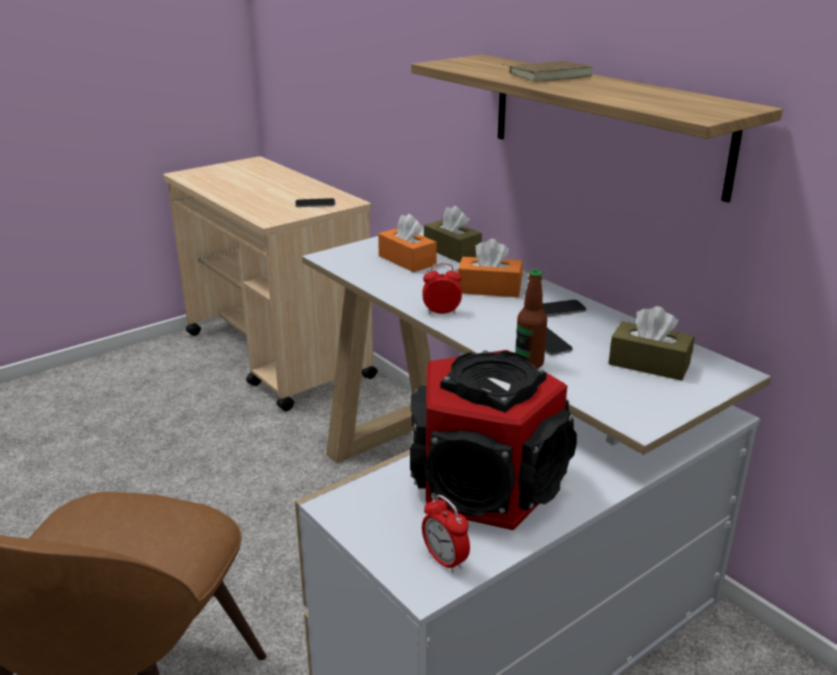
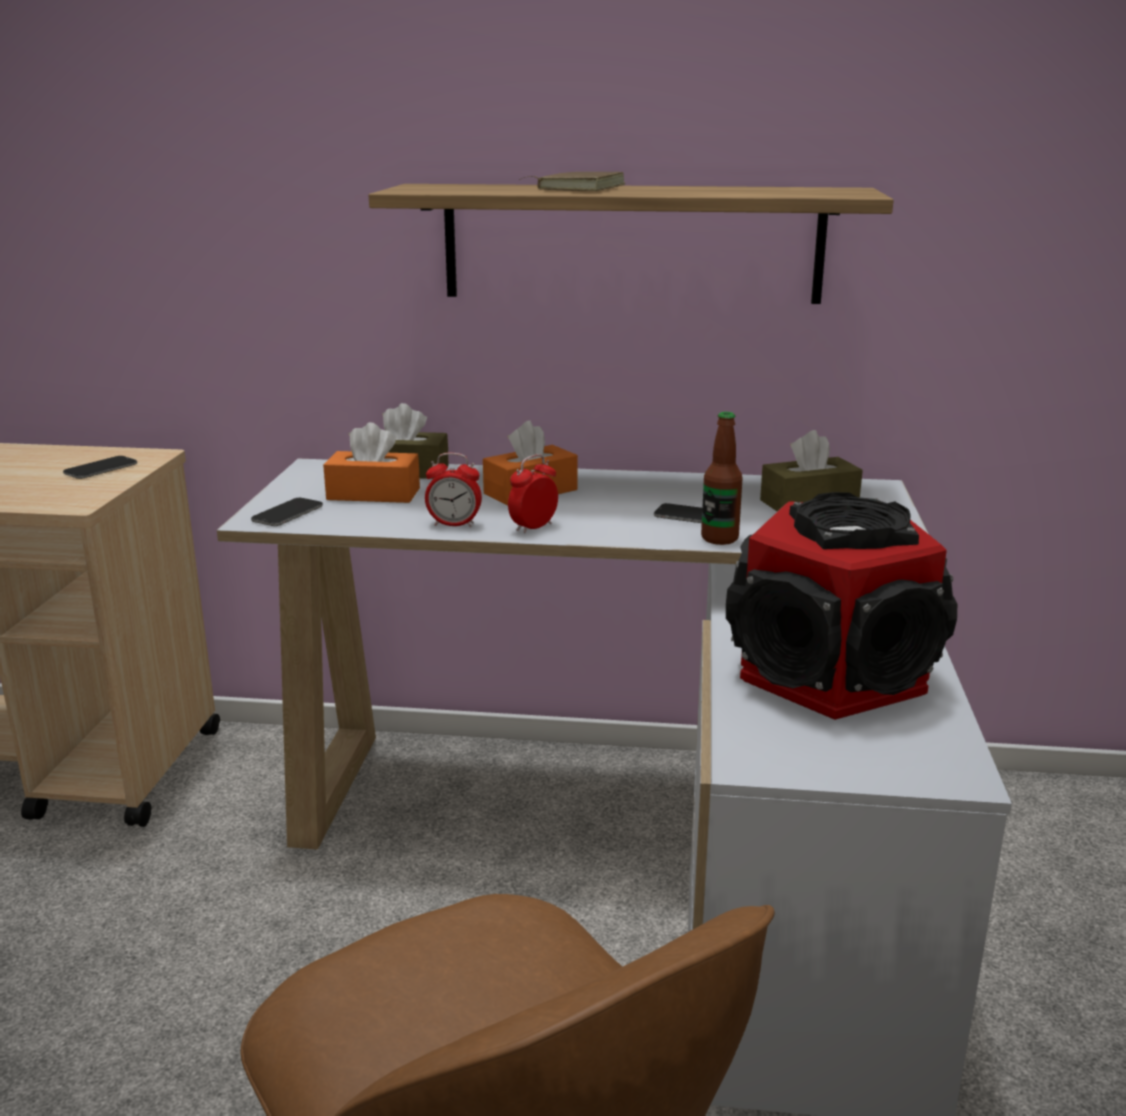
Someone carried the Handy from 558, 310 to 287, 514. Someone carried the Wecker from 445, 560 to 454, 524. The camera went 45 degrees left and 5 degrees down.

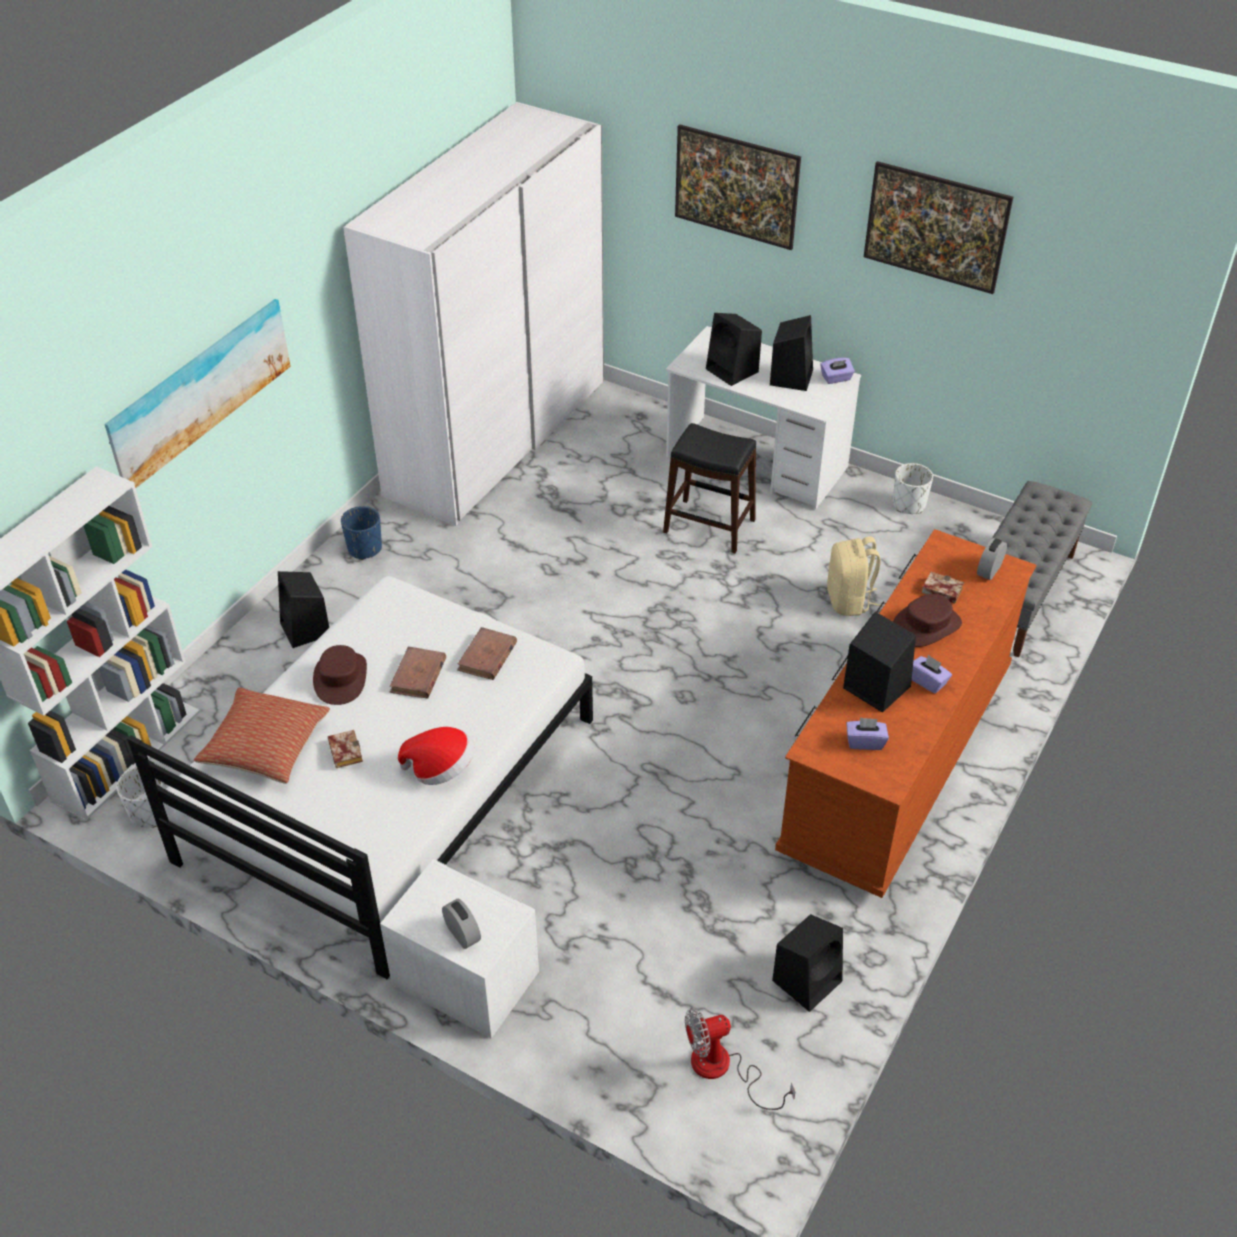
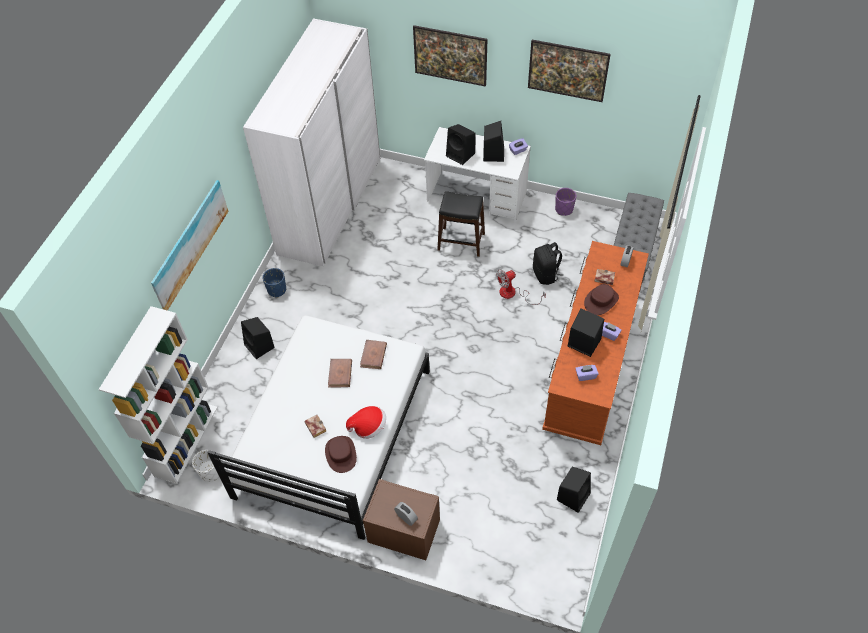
Someone carried the Hut (braun) from 340, 678 to 340, 454. Someone repainted the Nachttisch (weiß) at 465, 977, which became the Nachttisch (braun) at 403, 530. Someone carried the Ventilator from 723, 1069 to 513, 294. Someone repainted the Rucksack (beige) at 849, 601, which became the Rucksack (schwarz) at 546, 275. Someone repainted the Pflanzkübel (weiß) at 908, 504, which became the Pflanzkübel (lila) at 564, 209. Someone took away the Kissen at 265, 746. The camera went 10 degrees left and 10 degrees up.

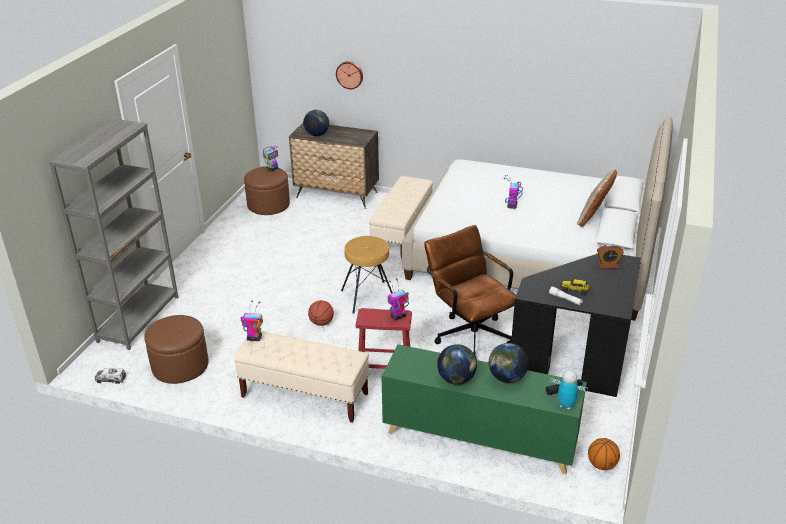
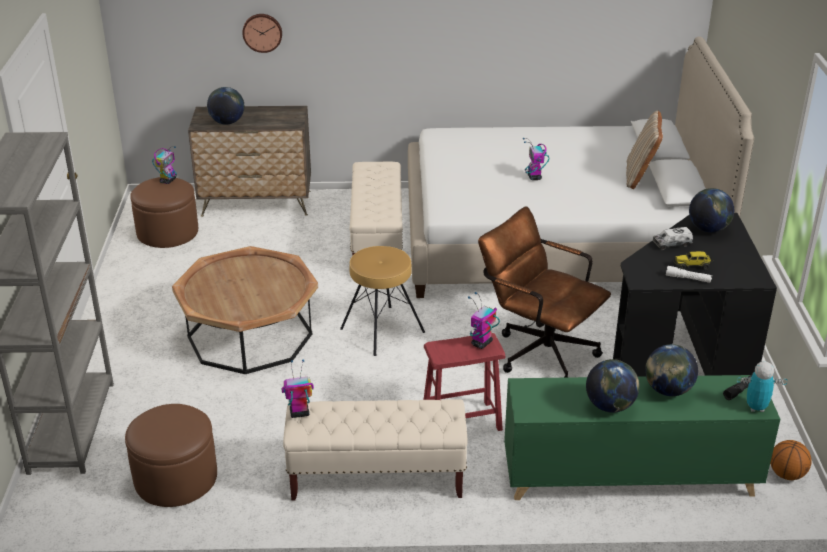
Someone put down the Couchtisch (braun) at 250, 336. Someone carried the Spielzeuglaster from 111, 379 to 672, 244. Someone swapped the Wecker at 608, 266 for the Globus at 708, 229. Someone took away the Basketball at 321, 323. The camera went 20 degrees left and 0 degrees up.

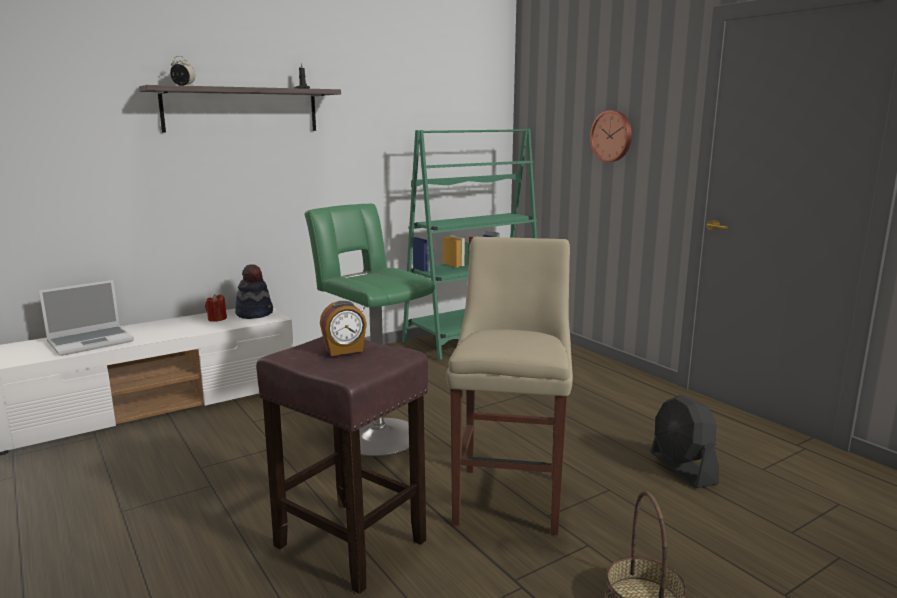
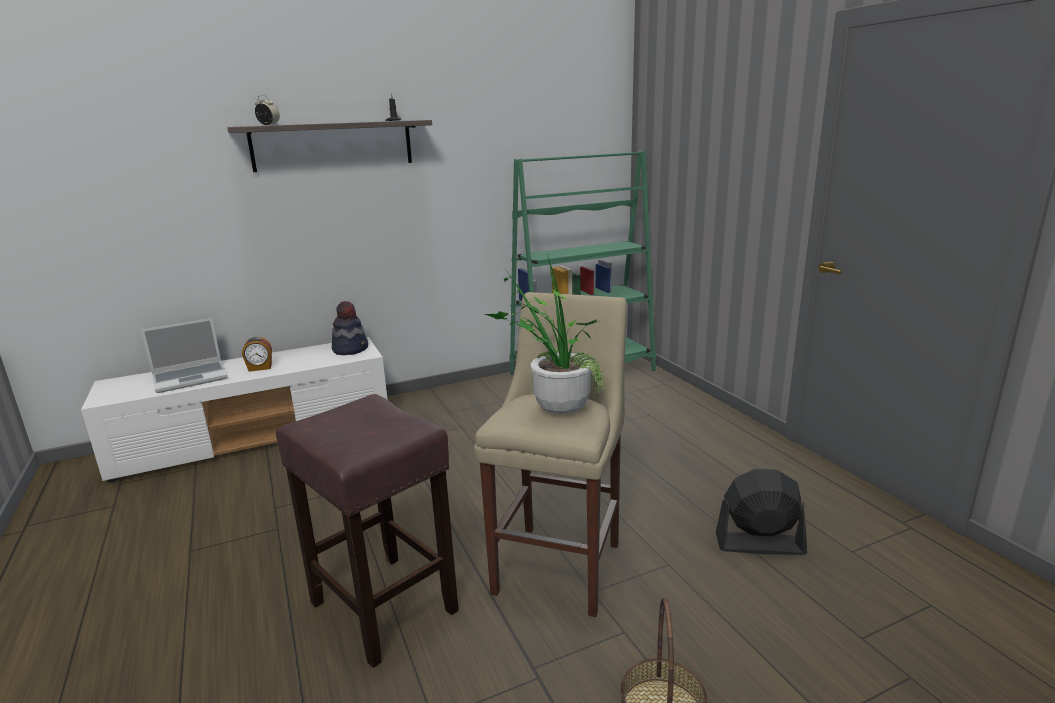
Someone carried the Wecker from 344, 350 to 260, 368. Someone put down the Topfpflanze at 552, 406. Someone rotated the Ventilator (schwarz) at 683, 468 by 105 degrees clockwise. Someone took away the Kerze (rot) at 217, 319. Someone took away the Hocker (grün) at 375, 434. Someone took away the Wanduhr at 612, 136. The camera went 10 degrees right and 5 degrees up.

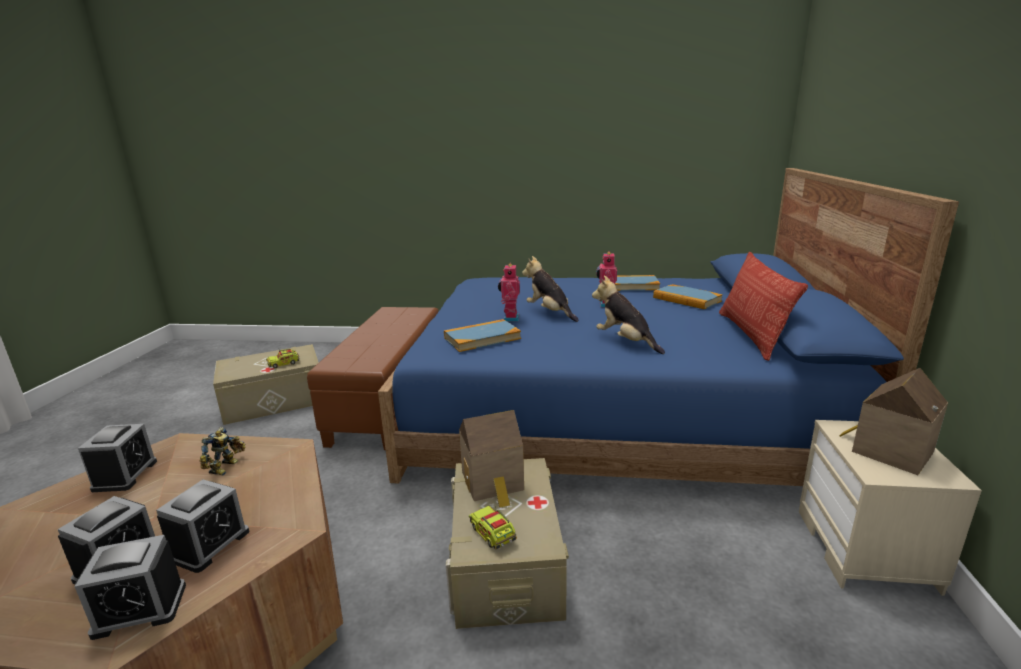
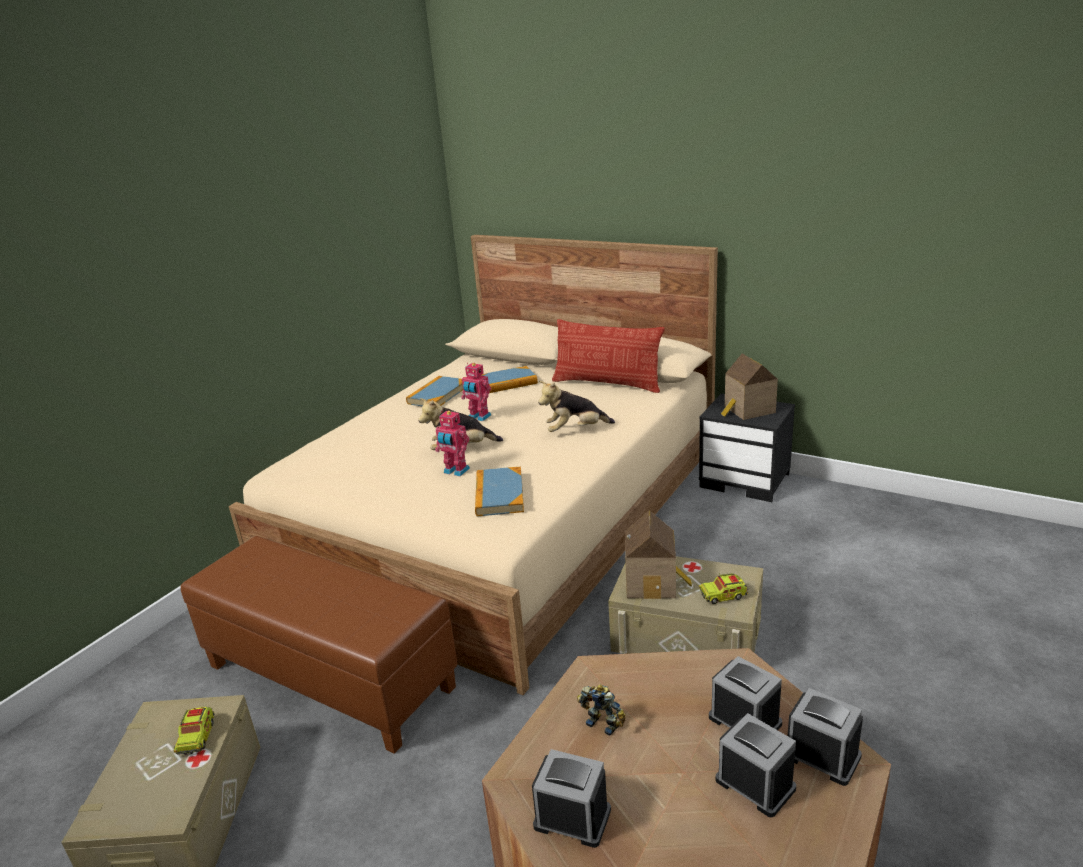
Someone repainted the Bett (blau) at 614, 411, which became the Bett (beige) at 507, 518. Someone repainted the Nachttisch (beige) at 867, 550, which became the Nachttisch (schwarz) at 746, 480. Someone rotated the Wecker at 140, 610 by 60 degrees counterclockwise. The camera went 65 degrees left and 5 degrees up.

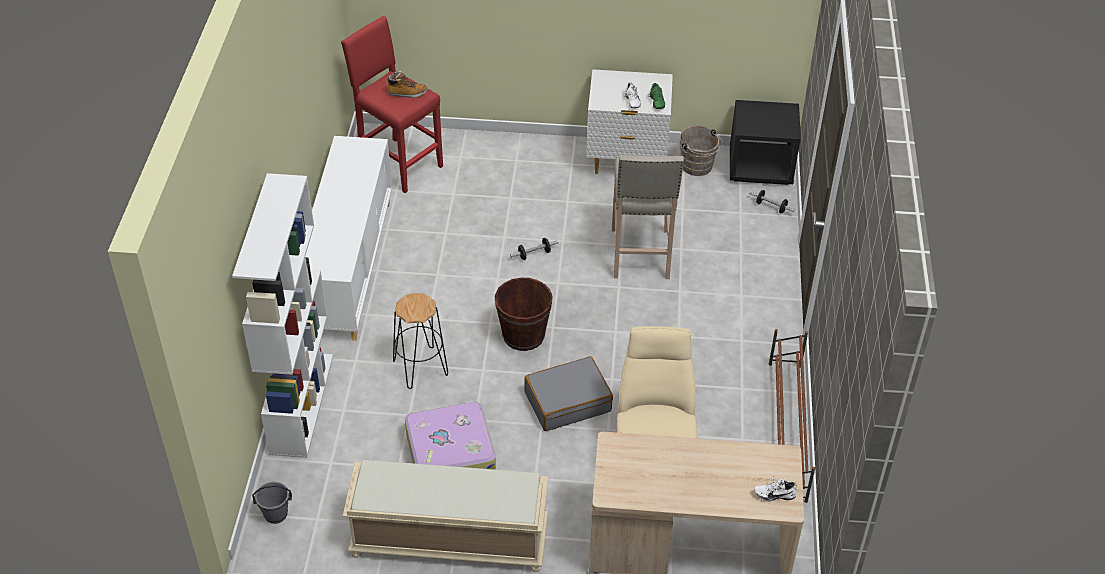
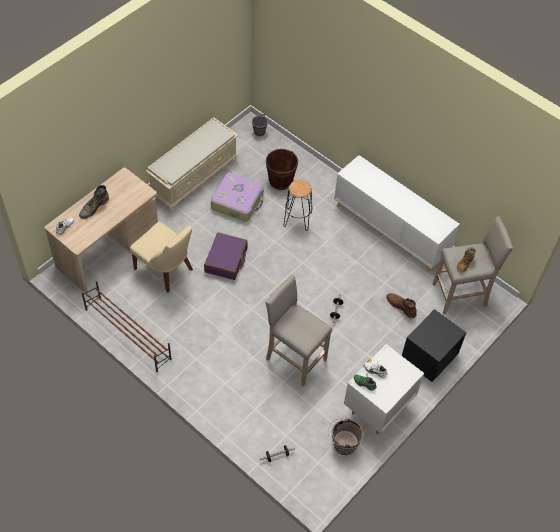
Someone put down the Stiefel (grün) at 94, 207. Someone repainted the Koffer (grau) at 567, 401, which became the Koffer (lila) at 226, 260. Someone carried the Eimer (braun) from 523, 335 to 280, 181. Someone put down the Stiefel (braun) at 401, 306. Someone carried the Nachttisch (schwarz) from 760, 167 to 429, 357. Someone repainted the Hocker (rot) at 399, 164, which became the Hocker (beige) at 461, 295. Someone took away the Bücherregal (weiß) at 301, 403. The camera went 125 degrees right and 10 degrees up.

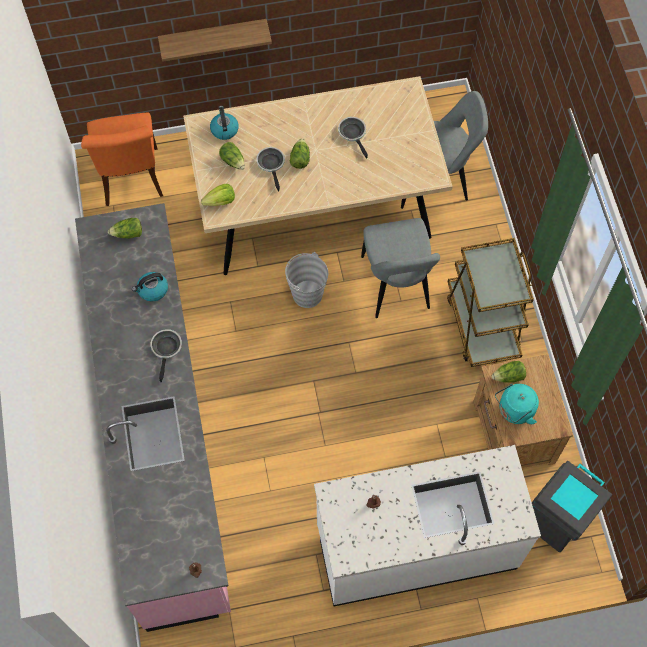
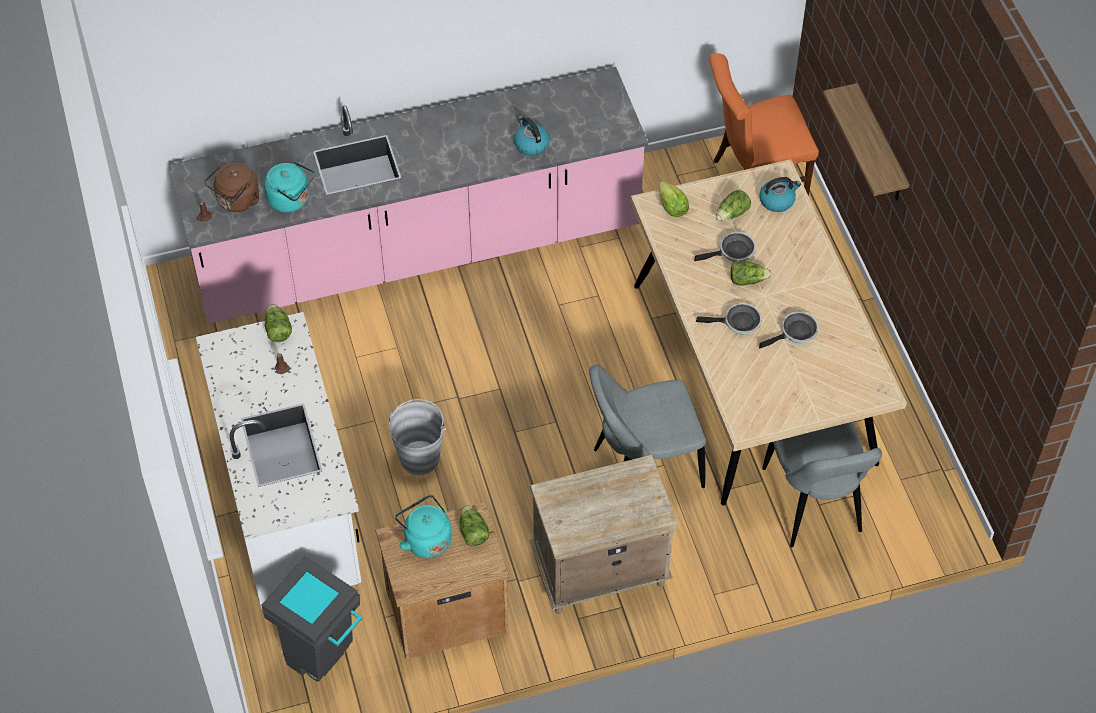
Someone put down the Wasserkessel (braun) at 236, 201. Someone put down the Wasserkessel (türkis) at 291, 200. Someone carried the Salatkopf from 128, 234 to 277, 330. Someone carried the Eimer (grau) from 307, 294 to 420, 458. Someone swapped the Rollwagen (braun) at 482, 324 for the Nachttisch (beige) at 599, 570. Someone carried the Pfanne from 166, 349 to 738, 323. The camera went 85 degrees right and 10 degrees down.

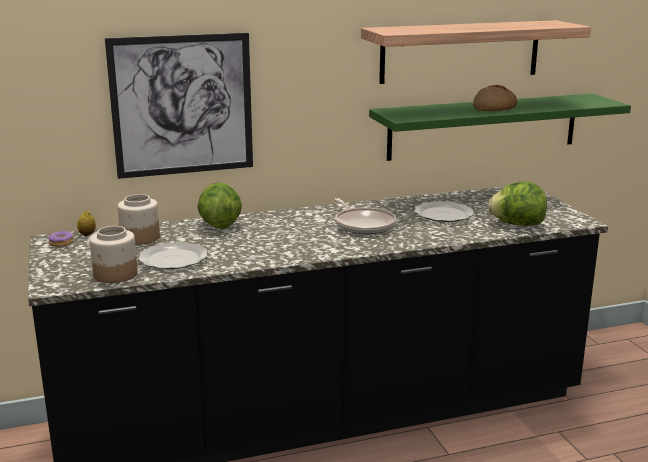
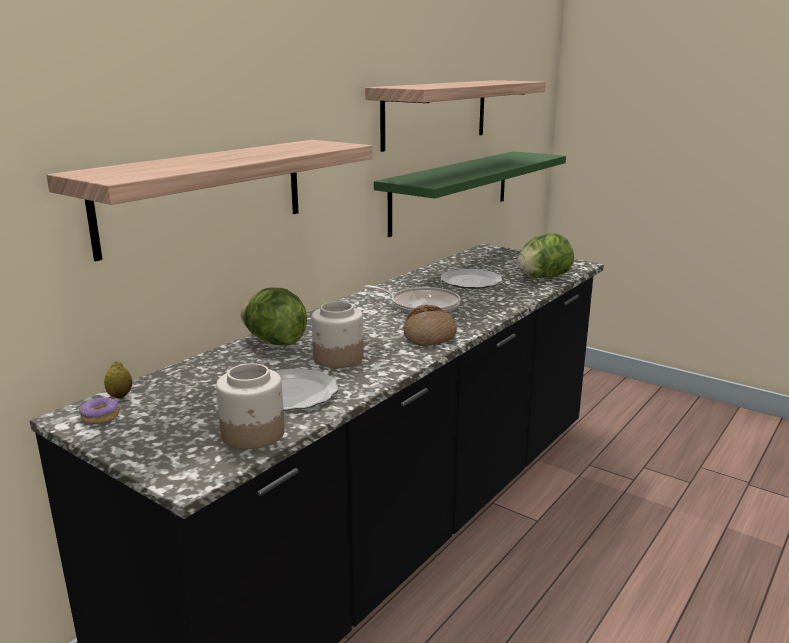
Someone swapped the Bild at 182, 105 for the Wandregal at 205, 194. Someone carried the Vorratsglas from 140, 238 to 338, 358. Someone carried the Brot from 494, 108 to 429, 336. The camera went 35 degrees left and 0 degrees up.

